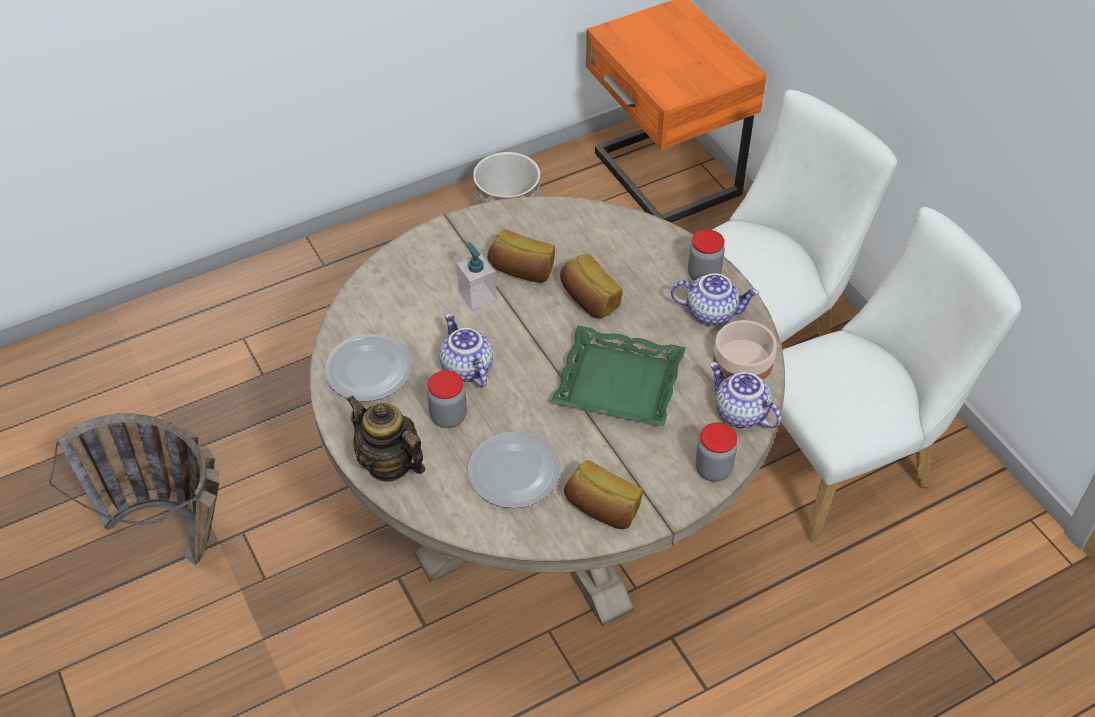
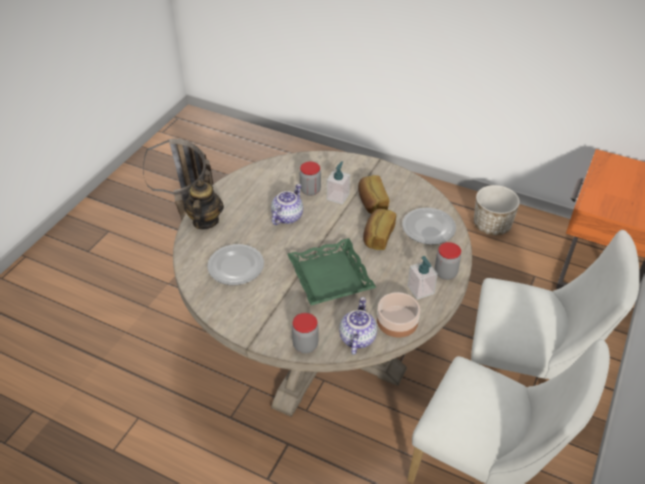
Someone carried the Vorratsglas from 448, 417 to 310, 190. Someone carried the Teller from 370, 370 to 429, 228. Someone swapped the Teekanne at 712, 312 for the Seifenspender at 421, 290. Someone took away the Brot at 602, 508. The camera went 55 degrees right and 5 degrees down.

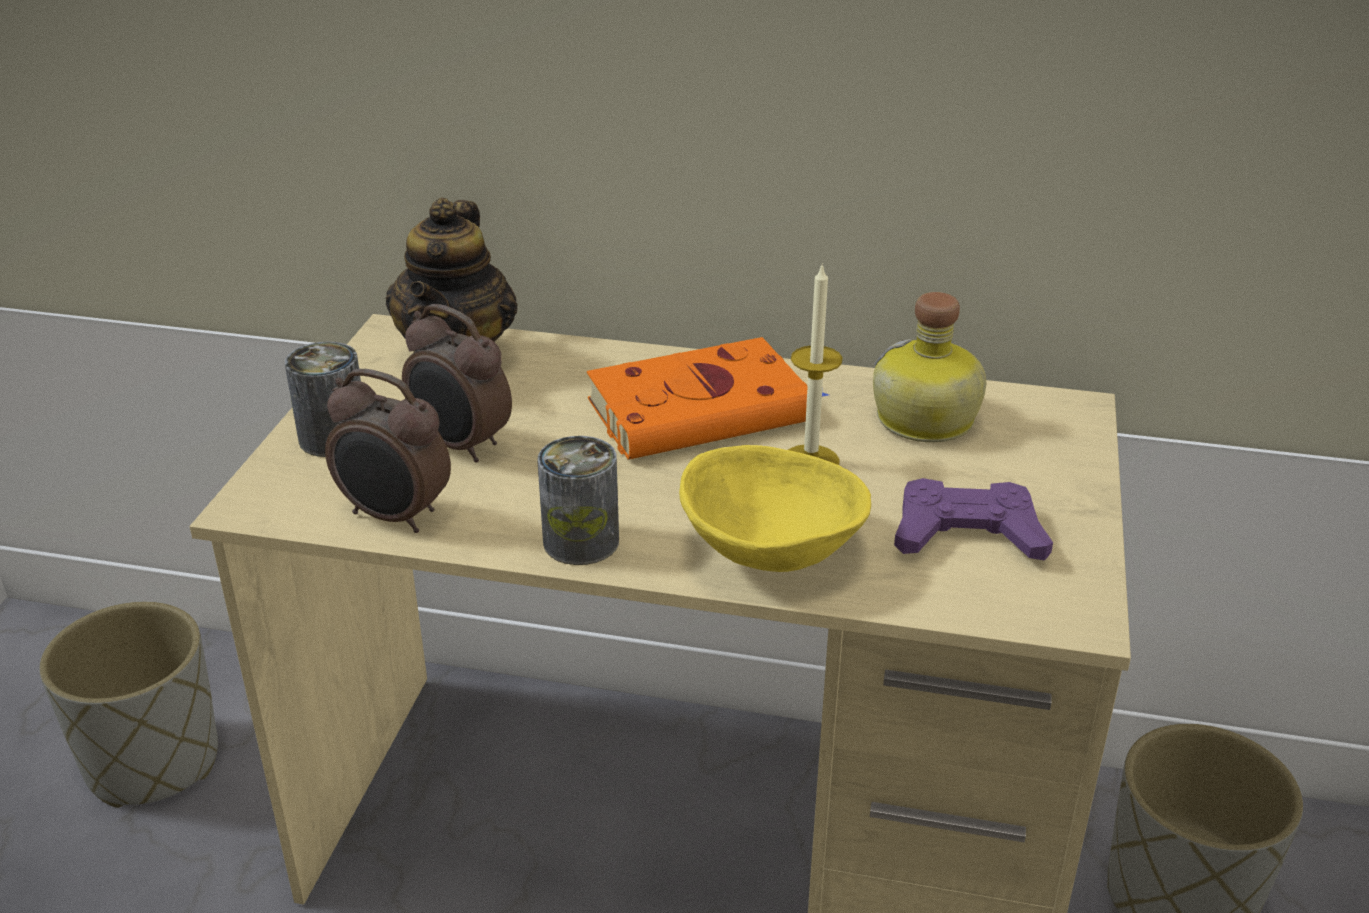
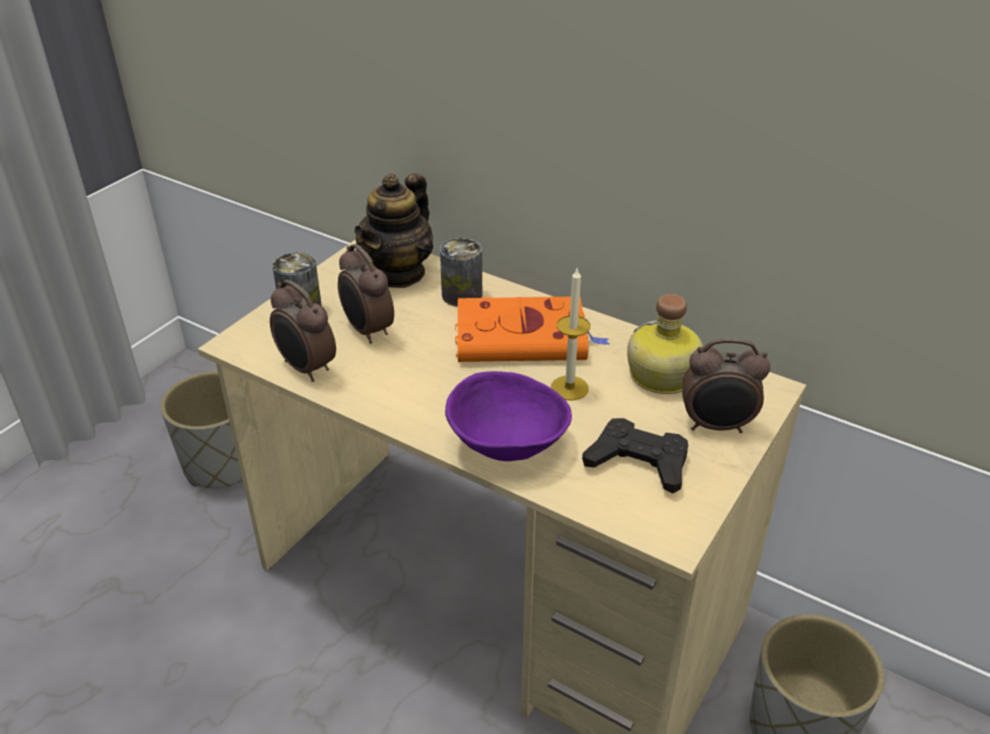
Someone carried the Dose from 581, 541 to 462, 295. Someone repainted the Schüssel (gelb) at 771, 552, which became the Schüssel (lila) at 507, 444. Someone repainted the Gamepad (lila) at 967, 534, which became the Gamepad (schwarz) at 638, 462. Someone put down the Wecker at 717, 426. The camera went 20 degrees right and 5 degrees up.

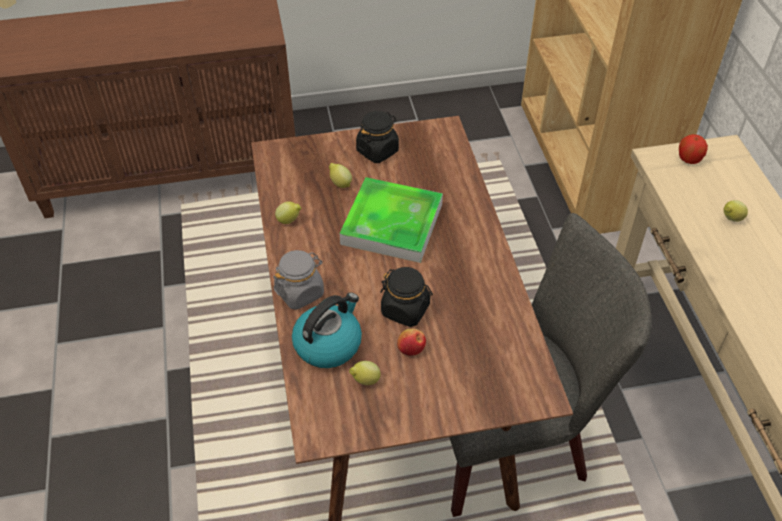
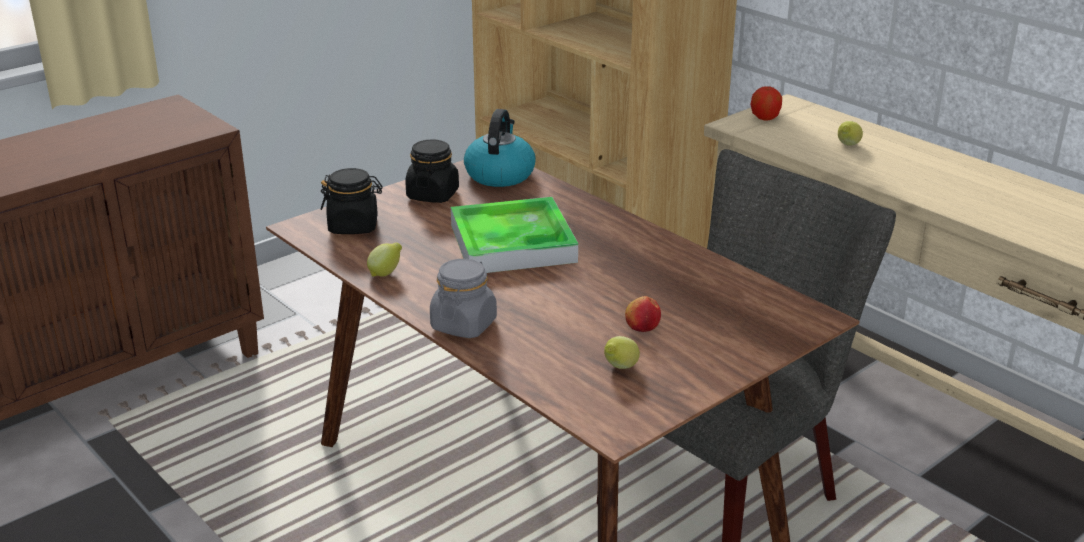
Someone carried the Vorratsglas (schwarz) from 405, 310 to 354, 226. Someone carried the Wasserkessel from 328, 343 to 499, 174. Someone took away the Zitrone at 340, 183. The camera went 30 degrees left and 20 degrees down.

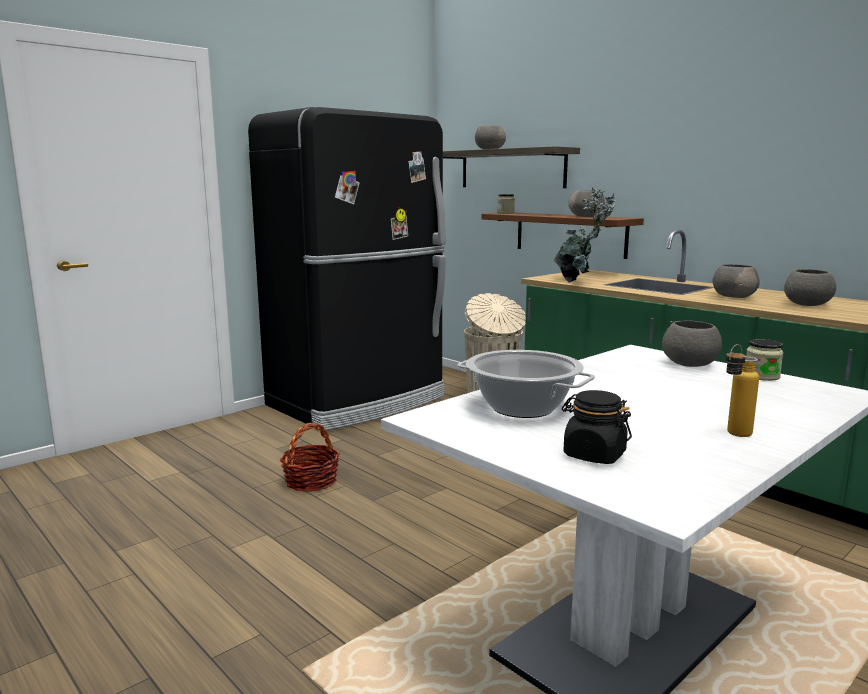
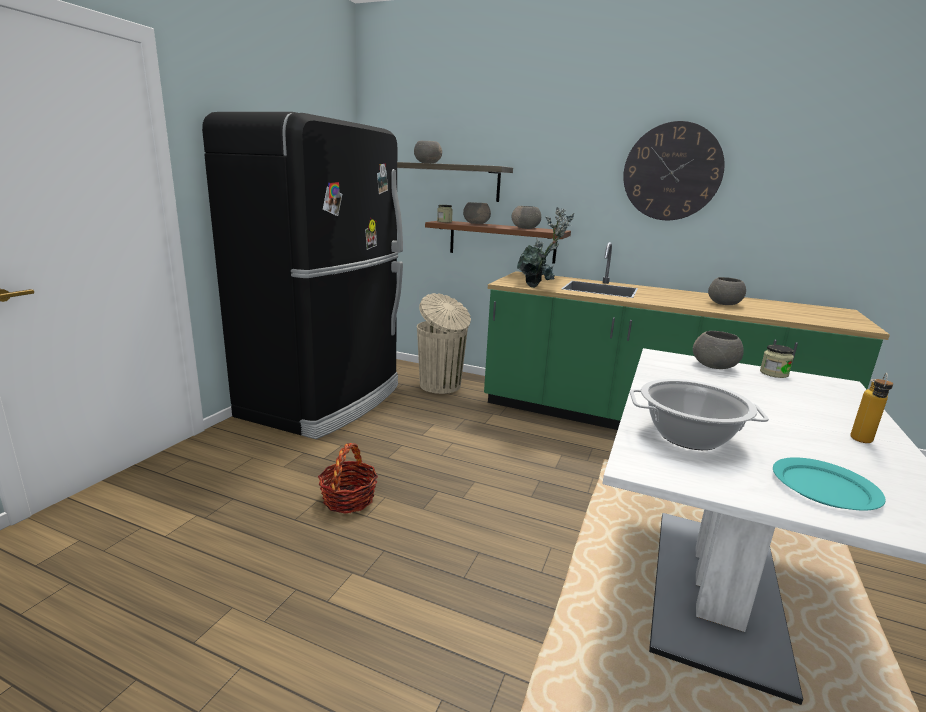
Someone carried the Schüssel (grau) from 734, 297 to 476, 223. Someone put up the Wanduhr at 672, 172. Someone swapped the Vorratsglas (schwarz) at 594, 455 for the Teller (türkis) at 824, 487. The camera went 25 degrees left and 5 degrees up.

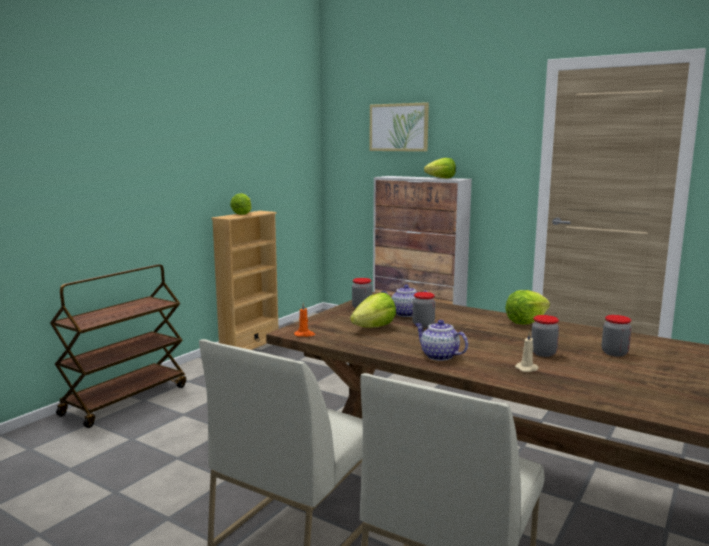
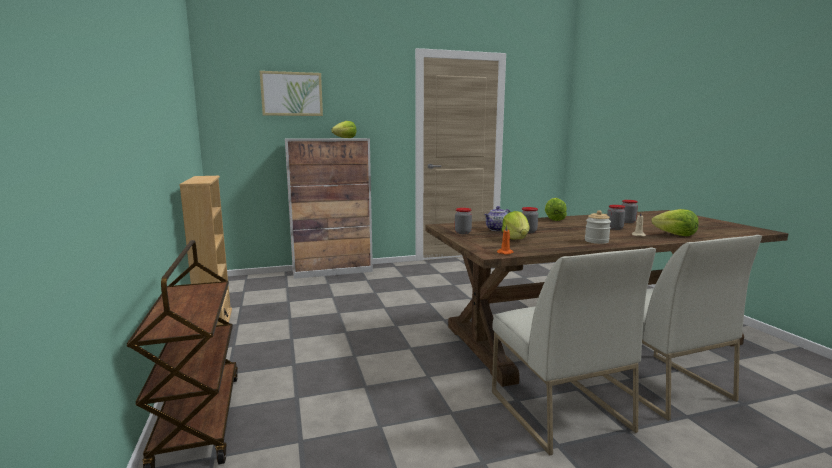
Someone swapped the Teekanne at 438, 356 for the Vorratsglas at 596, 241. Someone carried the Salatkopf from 242, 214 to 675, 234. The camera went 50 degrees left and 0 degrees up.

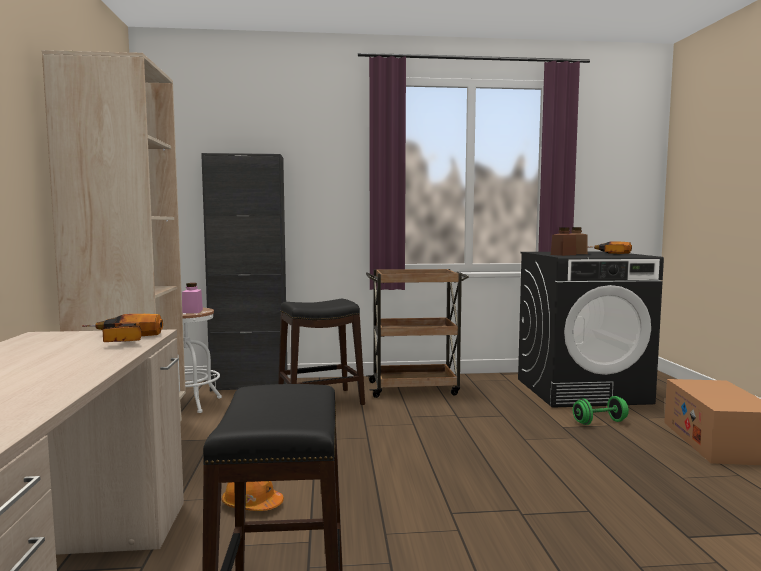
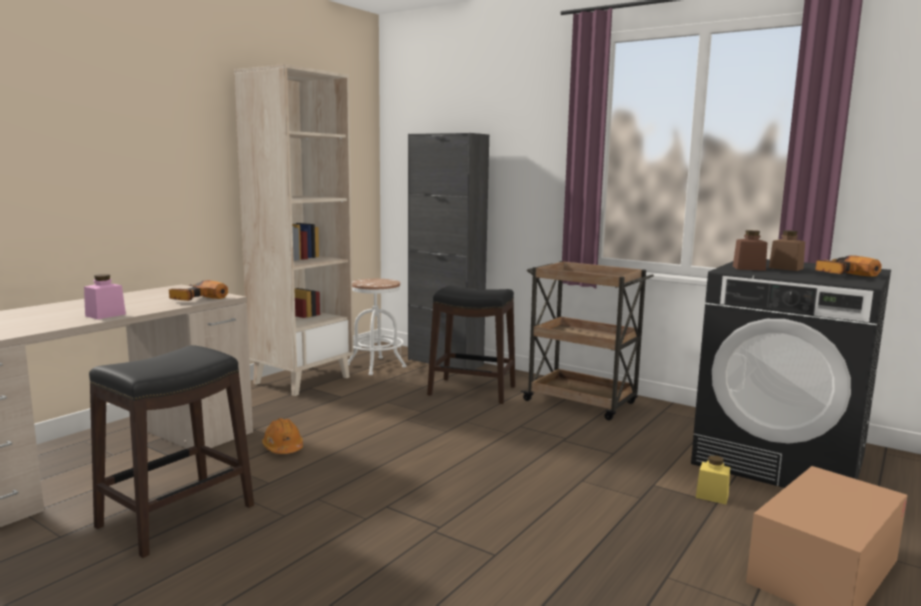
Someone carried the Vorratsglas (rosa) from 192, 311 to 105, 315. Someone swapped the Hantel (grün) at 599, 422 for the Vorratsglas (gelb) at 712, 496. The camera went 40 degrees right and 5 degrees up.

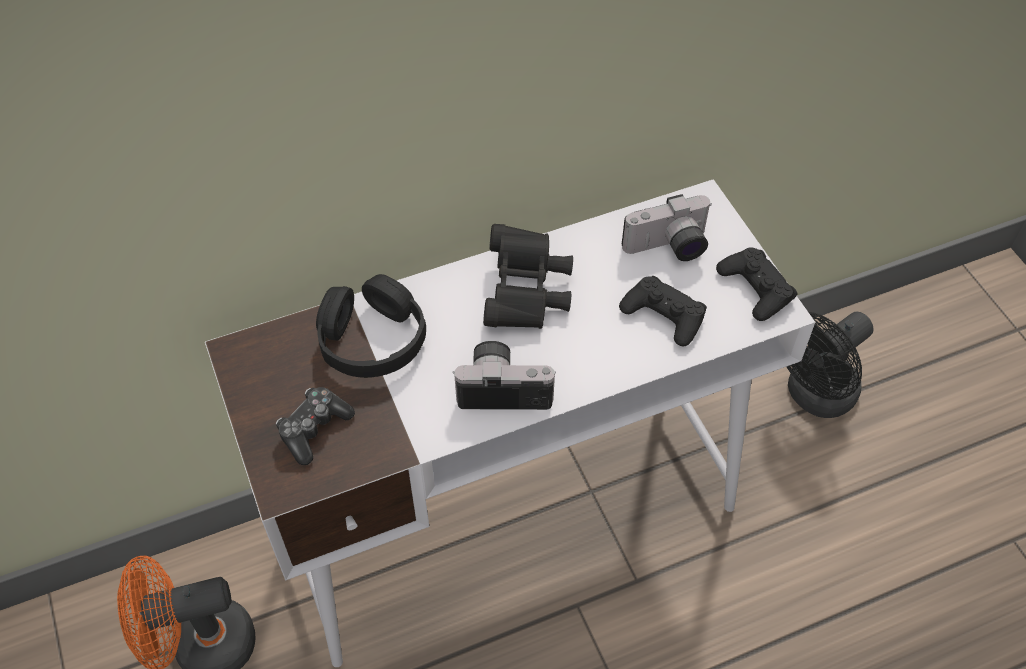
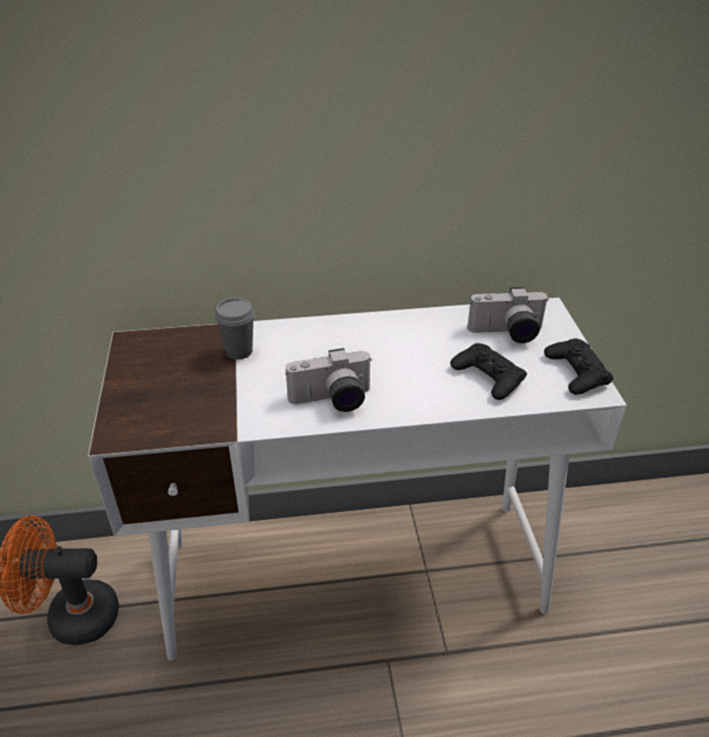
Someone swapped the Kopfhörer (schwarz) at 372, 339 for the Tasse (grau) at 239, 351. Someone rotated the Kamera at 504, 387 by 150 degrees clockwise. Someone took away the Gamepad at 314, 429. Someone took away the Fernglas (schwarz) at 526, 293. Someone took away the Ventilator (schwarz) at 814, 396. The camera went 15 degrees right and 15 degrees down.

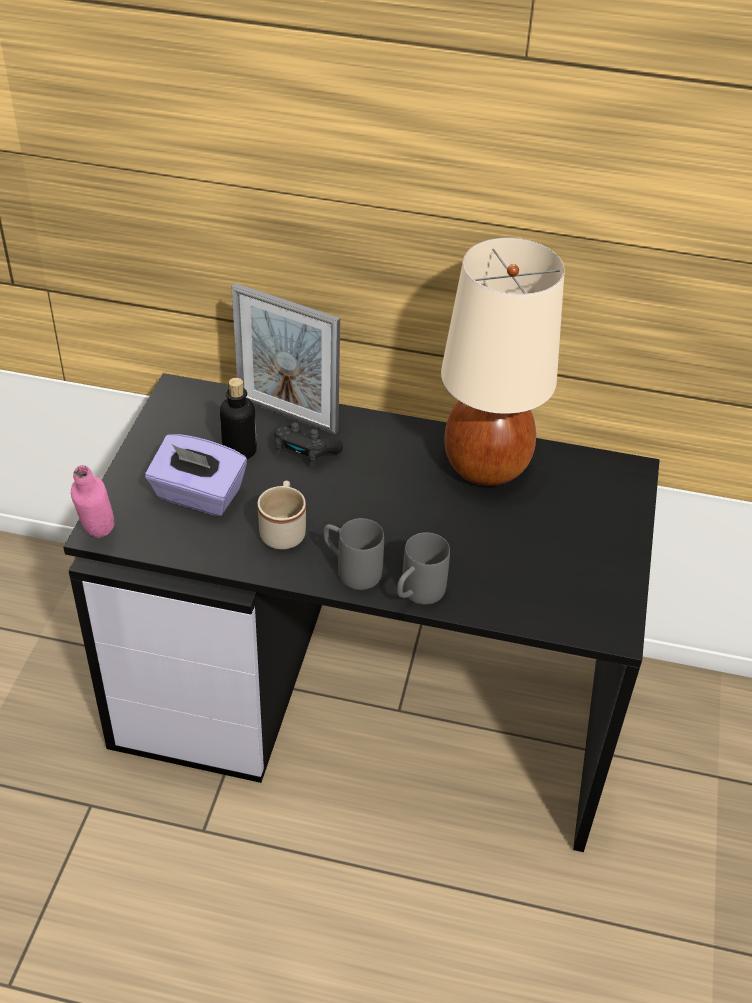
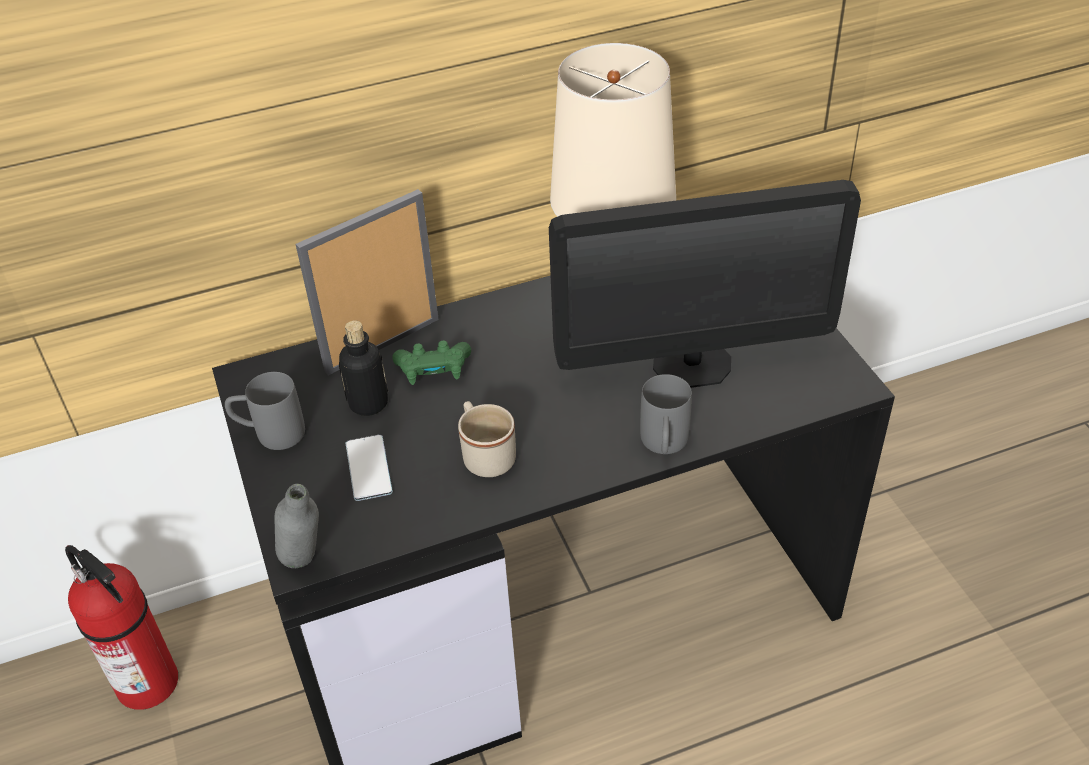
Someone put down the Feuerlöscher at 149, 683. Someone carried the Henkelbecher (grau) from 351, 569 to 270, 434. Someone repainted the Flasche (rosa) at 99, 540, which became the Flasche (grau) at 307, 568. Someone rotated the Bilderrahmen at 287, 414 by 150 degrees clockwise. Someone swapped the Taschentuchbox (lila) at 198, 495 for the Handy at 369, 468. Someone repainted the Gamepad (schwarz) at 304, 452, which became the Gamepad (grün) at 434, 371. Someone put down the Monitor at 692, 364. The camera went 30 degrees left and 0 degrees up.

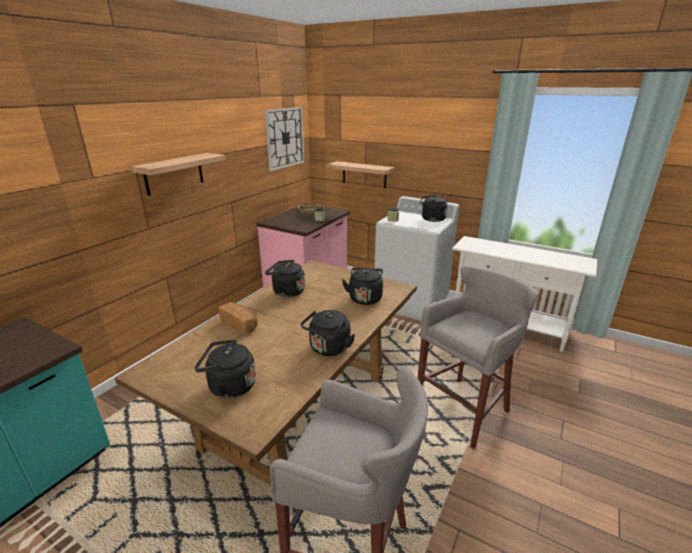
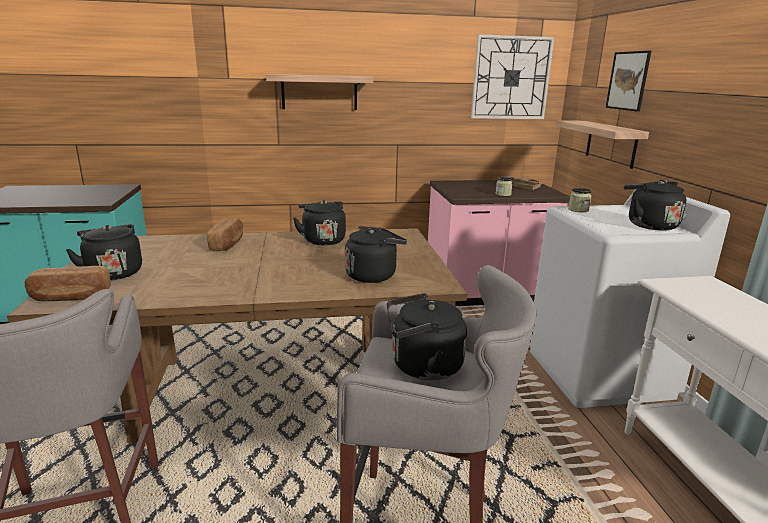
Someone put down the Brot at 71, 297. Someone carried the Wasserkessel (schwarz) from 328, 349 to 422, 367. Someone put up the Bild at 628, 81. The camera went 50 degrees right and 5 degrees down.

